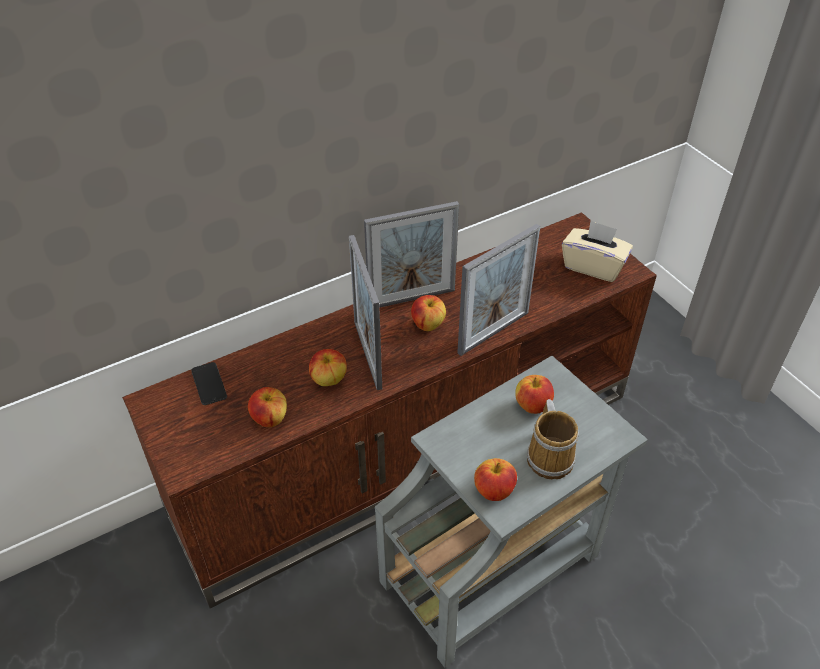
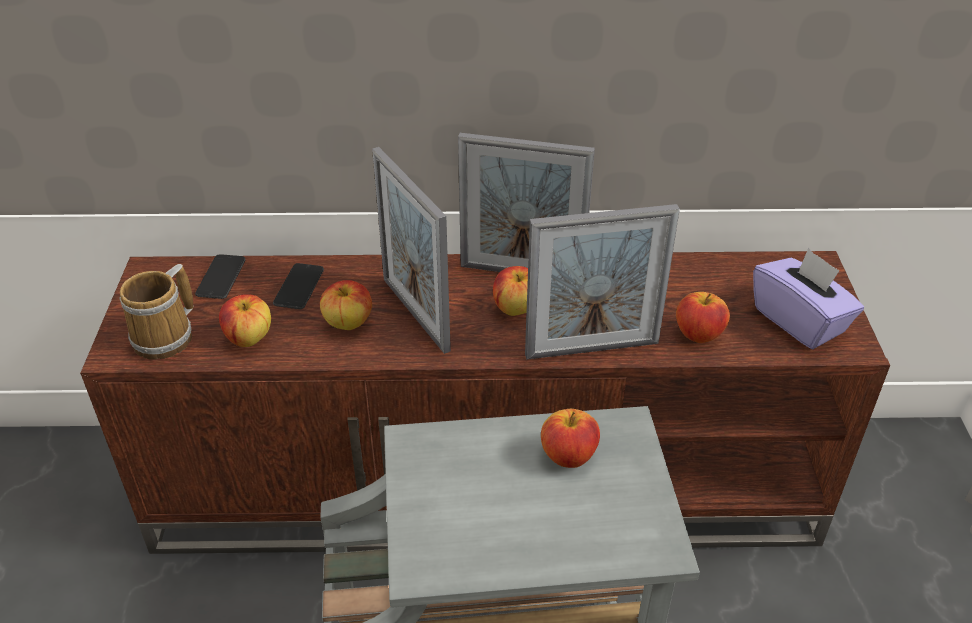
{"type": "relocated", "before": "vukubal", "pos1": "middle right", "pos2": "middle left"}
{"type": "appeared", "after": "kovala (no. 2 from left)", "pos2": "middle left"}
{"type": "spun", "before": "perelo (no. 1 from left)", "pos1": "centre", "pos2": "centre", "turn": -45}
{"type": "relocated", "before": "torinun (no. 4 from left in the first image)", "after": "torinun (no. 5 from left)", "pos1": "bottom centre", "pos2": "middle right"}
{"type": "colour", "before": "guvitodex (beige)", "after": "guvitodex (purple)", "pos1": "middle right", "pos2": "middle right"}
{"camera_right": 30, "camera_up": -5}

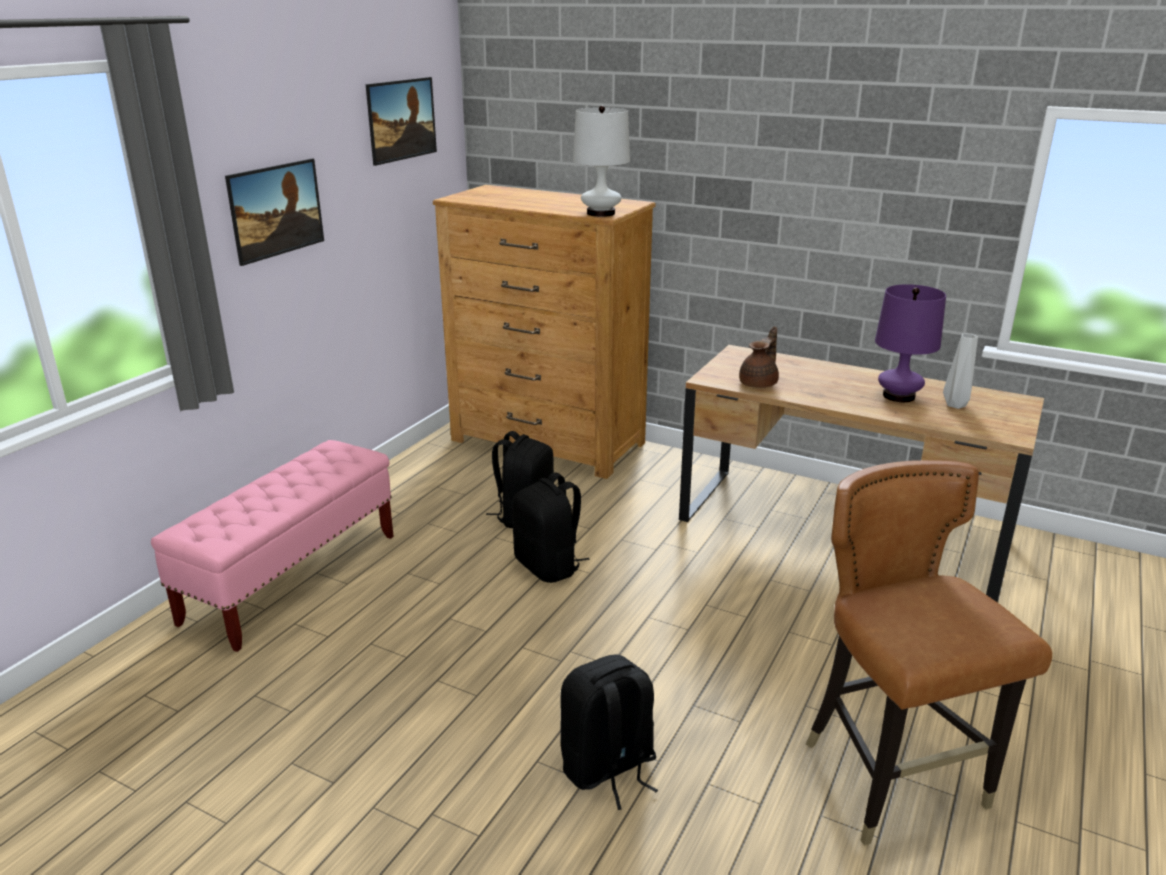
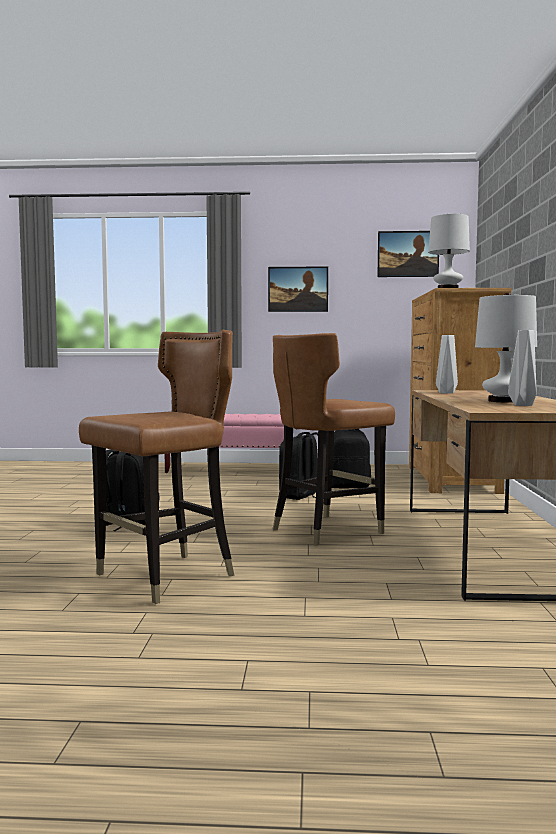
{"type": "appeared", "after": "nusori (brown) (no. 2 from left)", "pos2": "centre"}
{"type": "exchanged", "before": "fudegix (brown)", "after": "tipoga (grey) (no. 1 from left)", "pos1": "centre", "pos2": "middle right"}
{"type": "colour", "before": "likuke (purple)", "after": "likuke (white) (no. 2 from left)", "pos1": "middle right", "pos2": "middle right"}
{"camera_right": 65, "camera_up": -20}

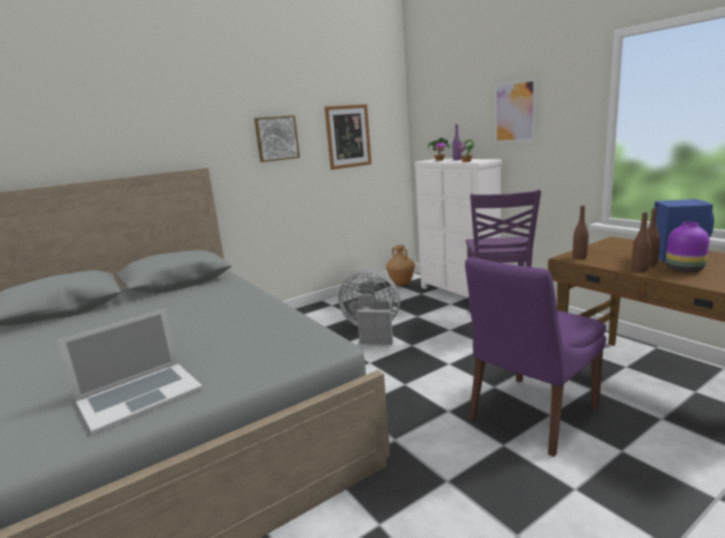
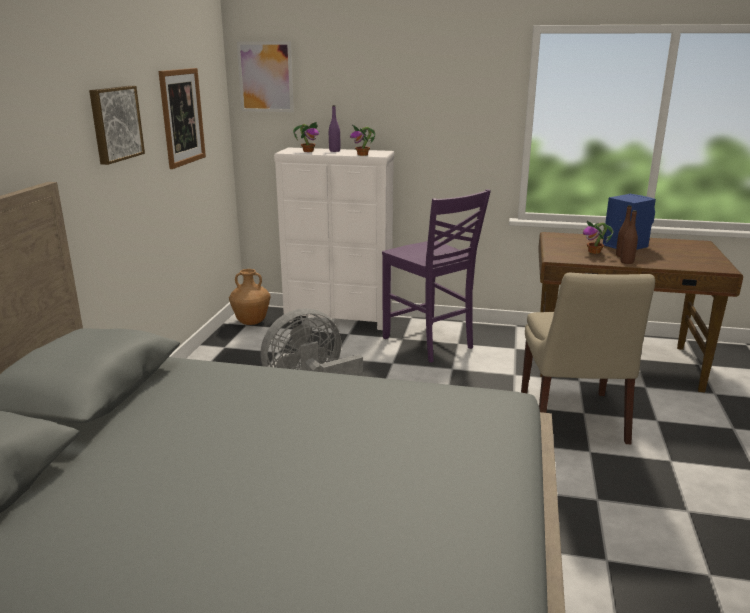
{"type": "relocated", "before": "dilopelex (no. 3 from left)", "pos1": "top right", "pos2": "top centre"}
{"type": "colour", "before": "nusori (purple) (no. 2 from left)", "after": "nusori (beige)", "pos1": "middle right", "pos2": "middle right"}
{"type": "appeared", "after": "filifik (no. 3 from left)", "pos2": "middle right"}
{"type": "missing", "before": "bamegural", "pos1": "bottom left"}
{"type": "missing", "before": "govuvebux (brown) (no. 1 from left)", "pos1": "middle right"}
{"type": "missing", "before": "tipoga (purple)", "pos1": "middle right"}
{"camera_right": -45, "camera_up": 5}

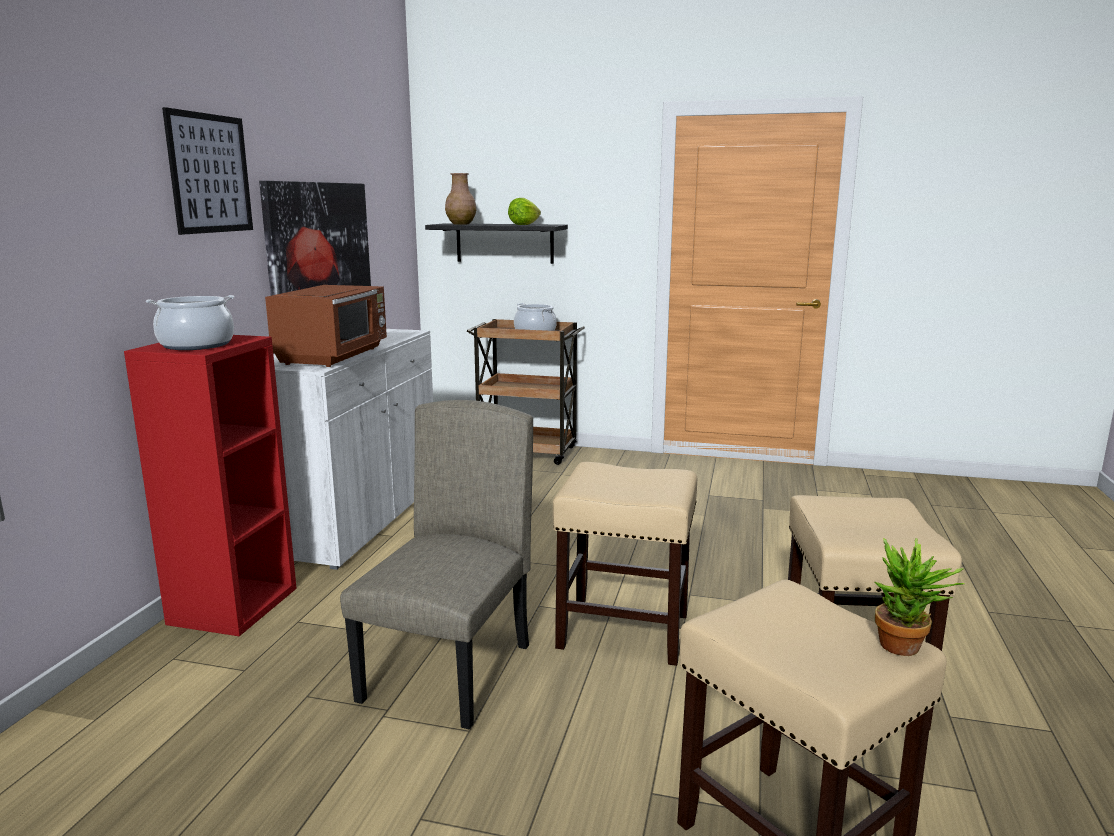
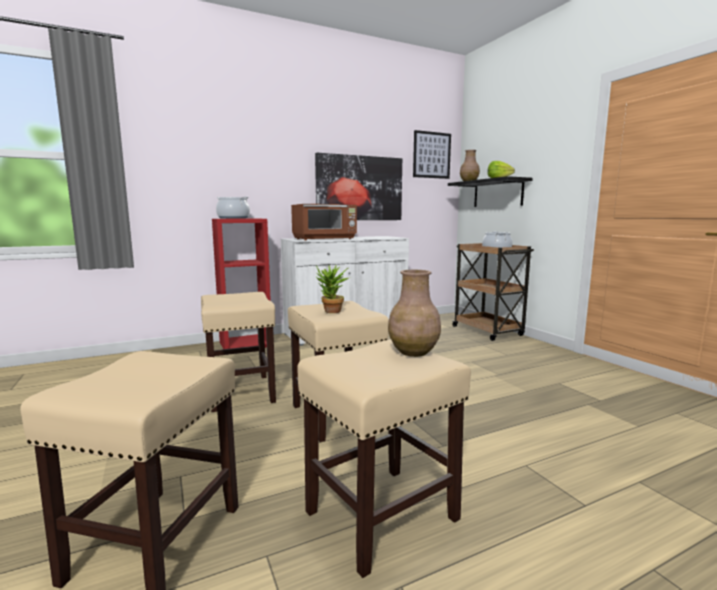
{"type": "exchanged", "before": "nusori (beige)", "after": "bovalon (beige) (no. 2 from left)", "pos1": "bottom centre", "pos2": "middle left"}
{"type": "relocated", "before": "filifik", "pos1": "bottom right", "pos2": "centre"}
{"type": "appeared", "after": "tipoga (brown) (no. 1 from left)", "pos2": "centre"}
{"type": "relocated", "before": "dilopelex (no. 1 from left in the first image)", "after": "dilopelex (no. 2 from left)", "pos1": "top left", "pos2": "top centre"}
{"camera_right": 50, "camera_up": -5}

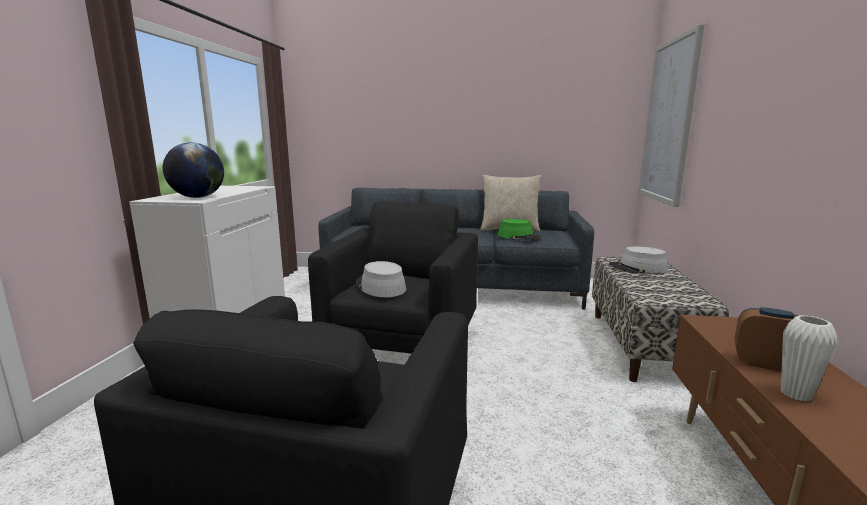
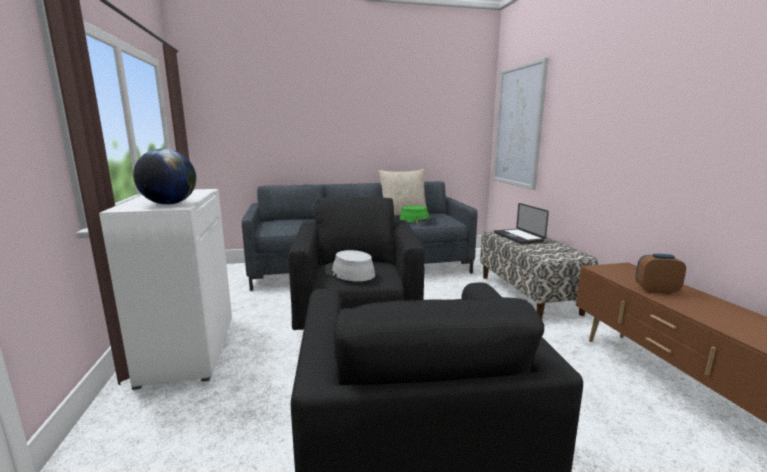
{"type": "exchanged", "before": "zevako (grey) (no. 2 from left)", "after": "bamegural", "pos1": "middle right", "pos2": "middle right"}
{"type": "missing", "before": "tipoga (white)", "pos1": "bottom right"}
{"camera_right": -20, "camera_up": 0}

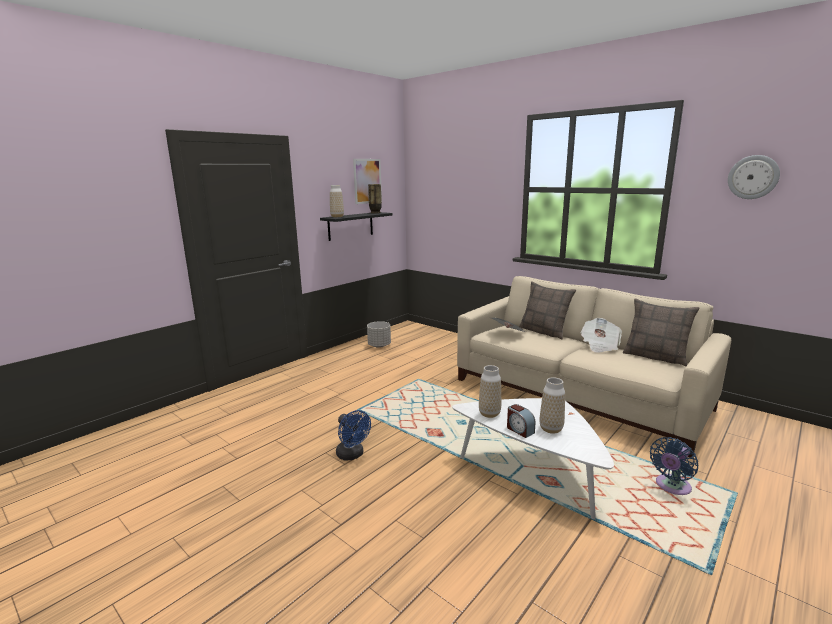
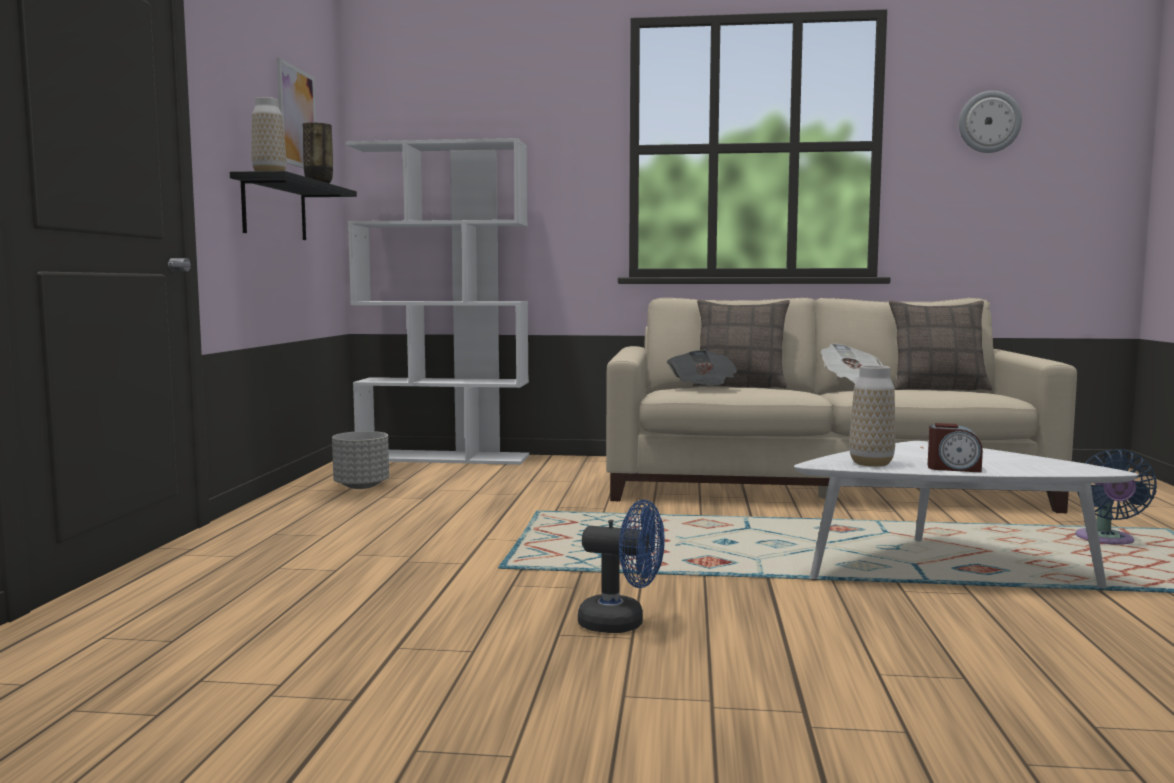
{"type": "appeared", "after": "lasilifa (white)", "pos2": "centre"}
{"type": "missing", "before": "tipoga (no. 4 from left)", "pos1": "centre"}
{"camera_right": -35, "camera_up": -10}

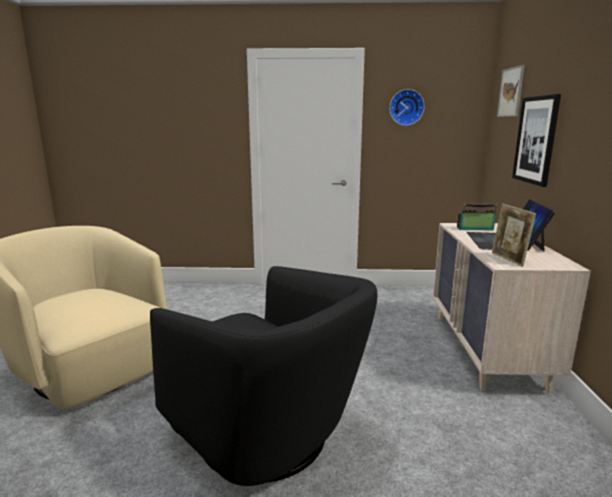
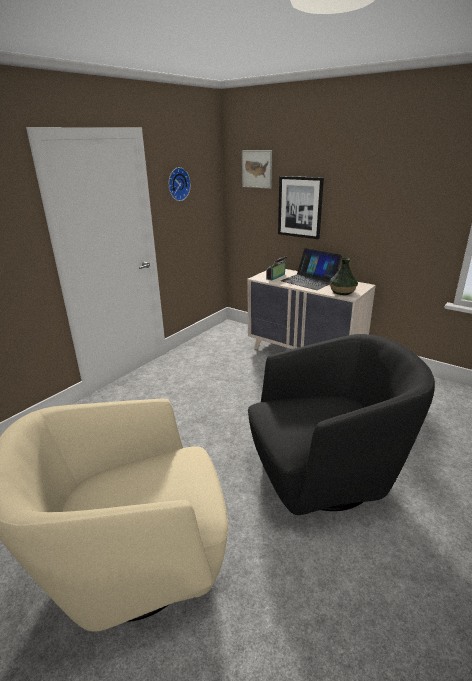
{"type": "exchanged", "before": "perelo", "after": "tipoga", "pos1": "middle right", "pos2": "middle right"}
{"camera_right": -55, "camera_up": 10}

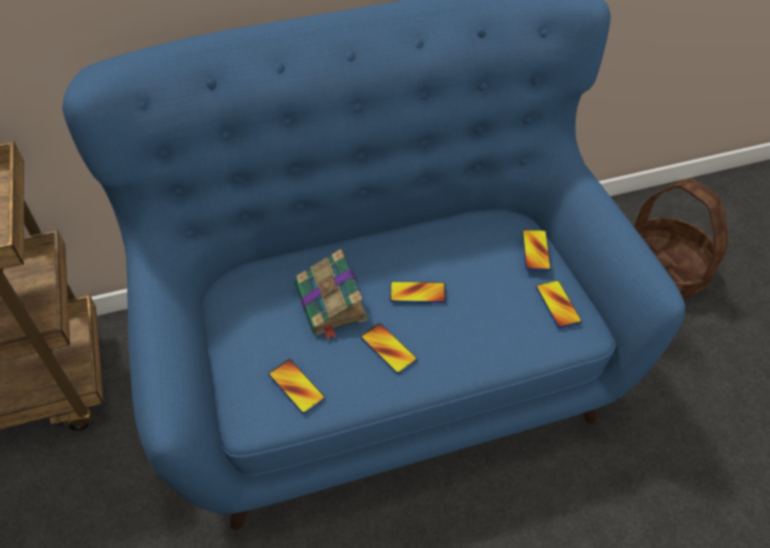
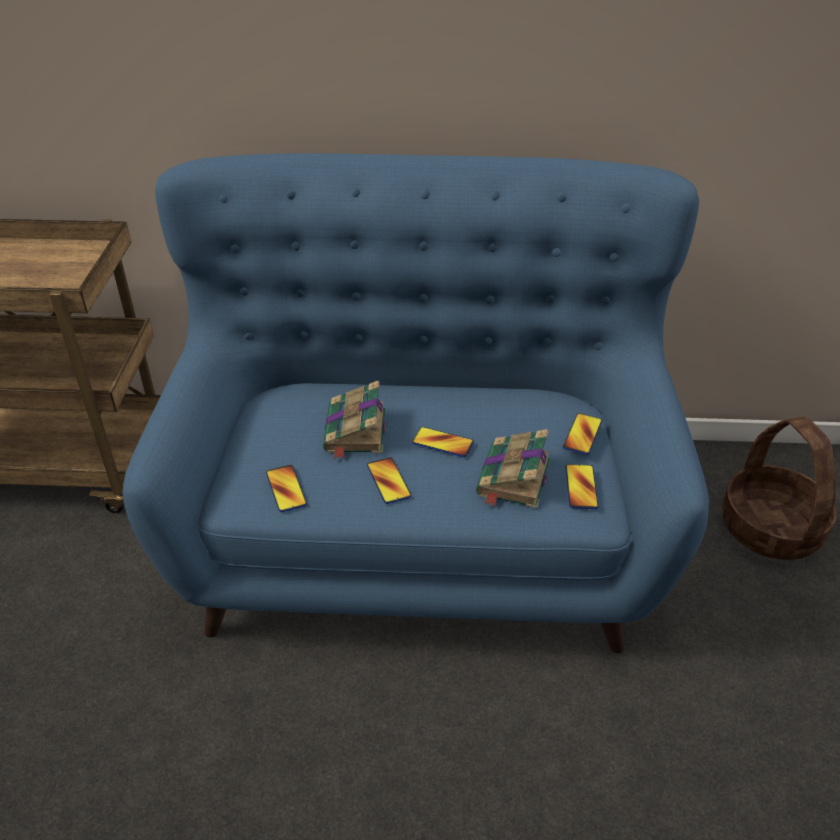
{"type": "appeared", "after": "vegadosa (no. 2 from left)", "pos2": "centre"}
{"camera_right": 20, "camera_up": -10}

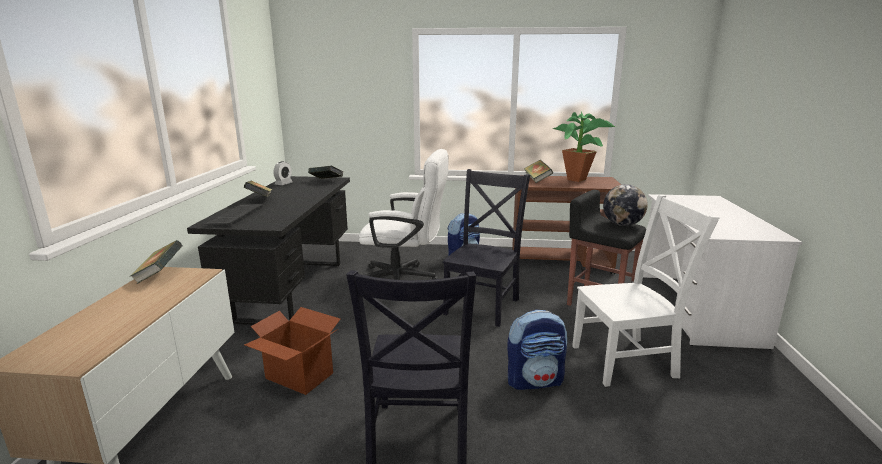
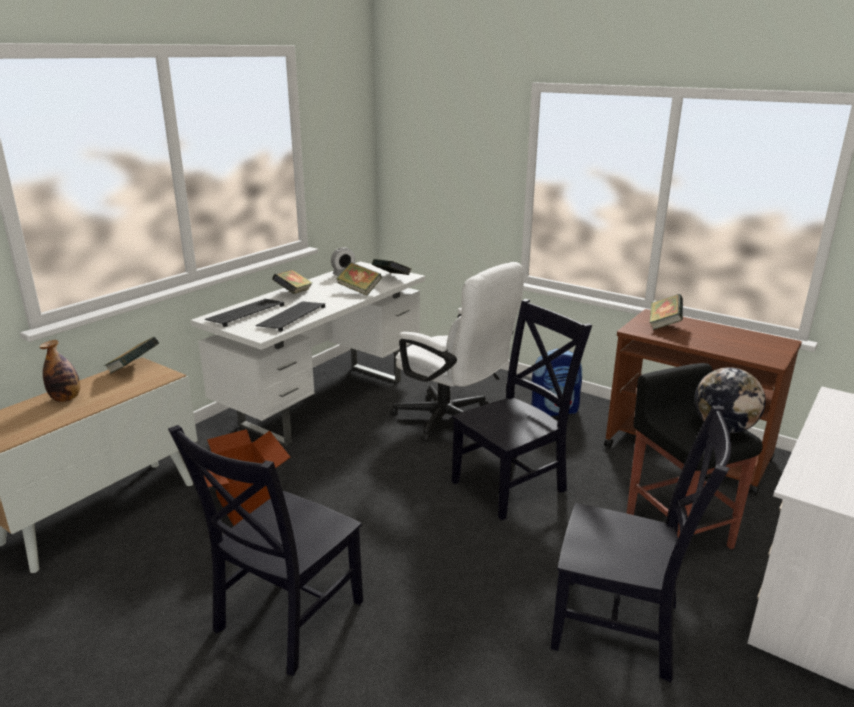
{"type": "appeared", "after": "govuvebux", "pos2": "middle left"}
{"type": "colour", "before": "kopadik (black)", "after": "kopadik (white) (no. 1 from left)", "pos1": "middle left", "pos2": "centre"}
{"type": "appeared", "after": "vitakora (no. 2 from left)", "pos2": "centre"}
{"type": "appeared", "after": "vegadosa (no. 3 from left)", "pos2": "centre"}
{"type": "colour", "before": "nusori (white)", "after": "nusori (black) (no. 3 from left)", "pos1": "middle right", "pos2": "bottom right"}
{"type": "missing", "before": "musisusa (no. 2 from left)", "pos1": "bottom centre"}
{"type": "missing", "before": "filifik", "pos1": "top centre"}
{"camera_right": 30, "camera_up": 5}

